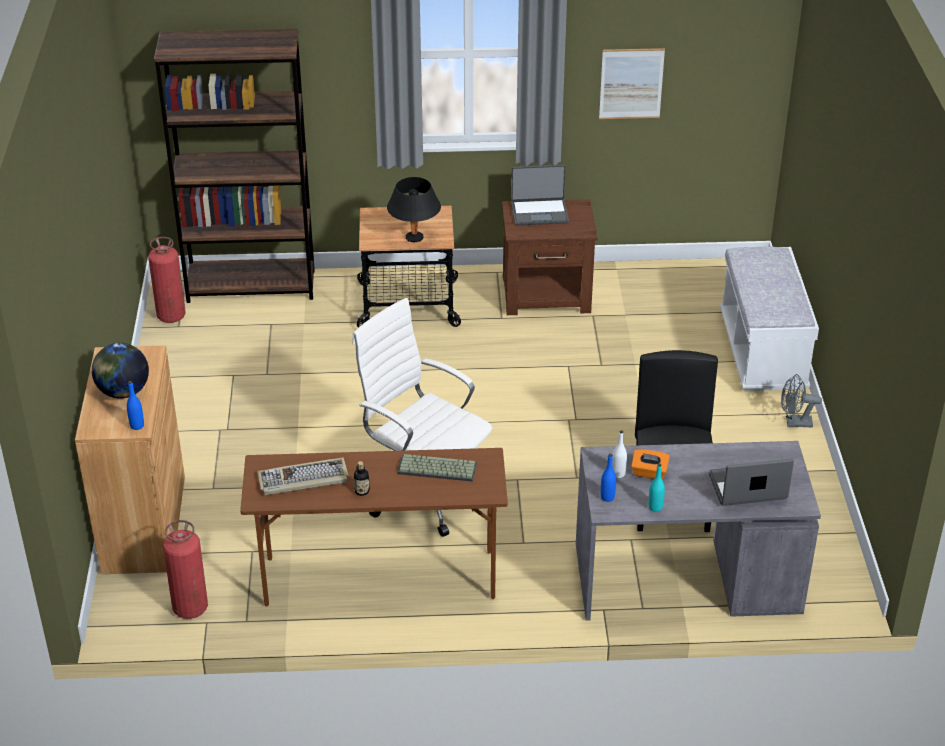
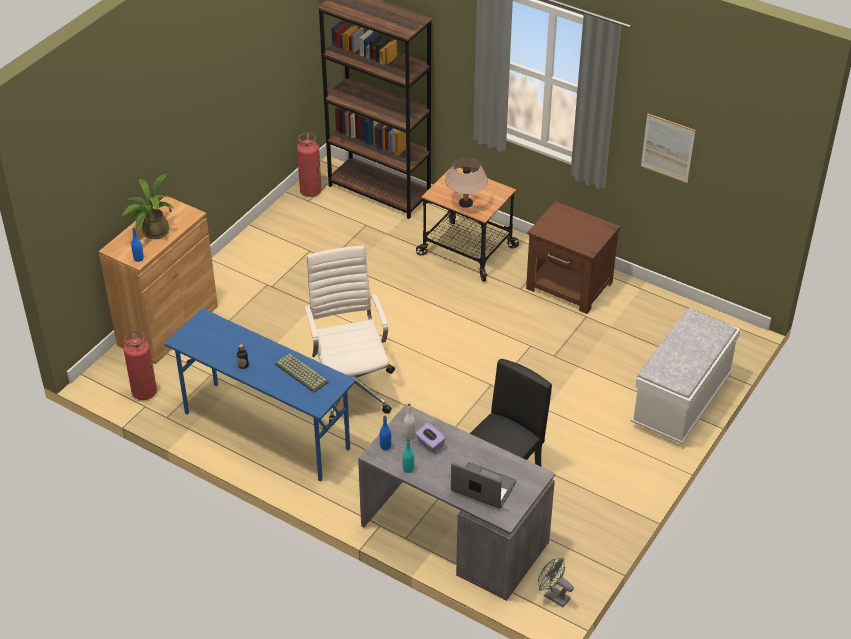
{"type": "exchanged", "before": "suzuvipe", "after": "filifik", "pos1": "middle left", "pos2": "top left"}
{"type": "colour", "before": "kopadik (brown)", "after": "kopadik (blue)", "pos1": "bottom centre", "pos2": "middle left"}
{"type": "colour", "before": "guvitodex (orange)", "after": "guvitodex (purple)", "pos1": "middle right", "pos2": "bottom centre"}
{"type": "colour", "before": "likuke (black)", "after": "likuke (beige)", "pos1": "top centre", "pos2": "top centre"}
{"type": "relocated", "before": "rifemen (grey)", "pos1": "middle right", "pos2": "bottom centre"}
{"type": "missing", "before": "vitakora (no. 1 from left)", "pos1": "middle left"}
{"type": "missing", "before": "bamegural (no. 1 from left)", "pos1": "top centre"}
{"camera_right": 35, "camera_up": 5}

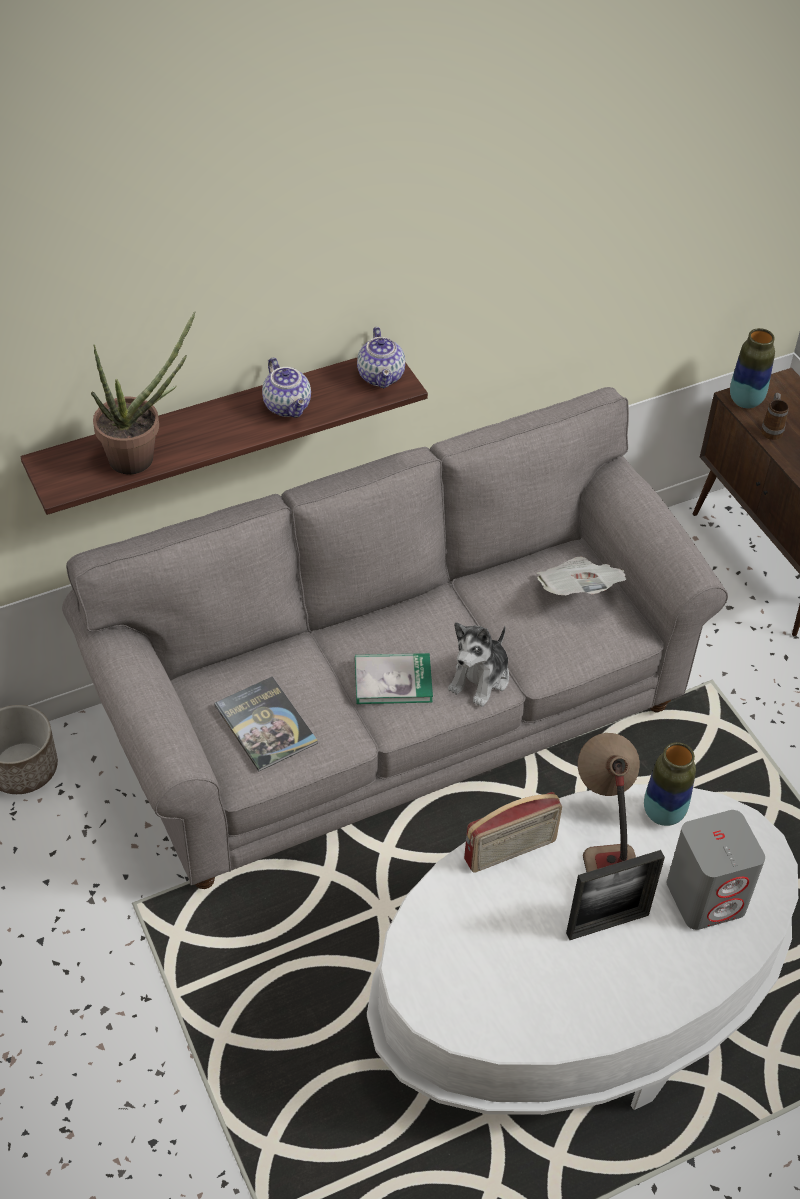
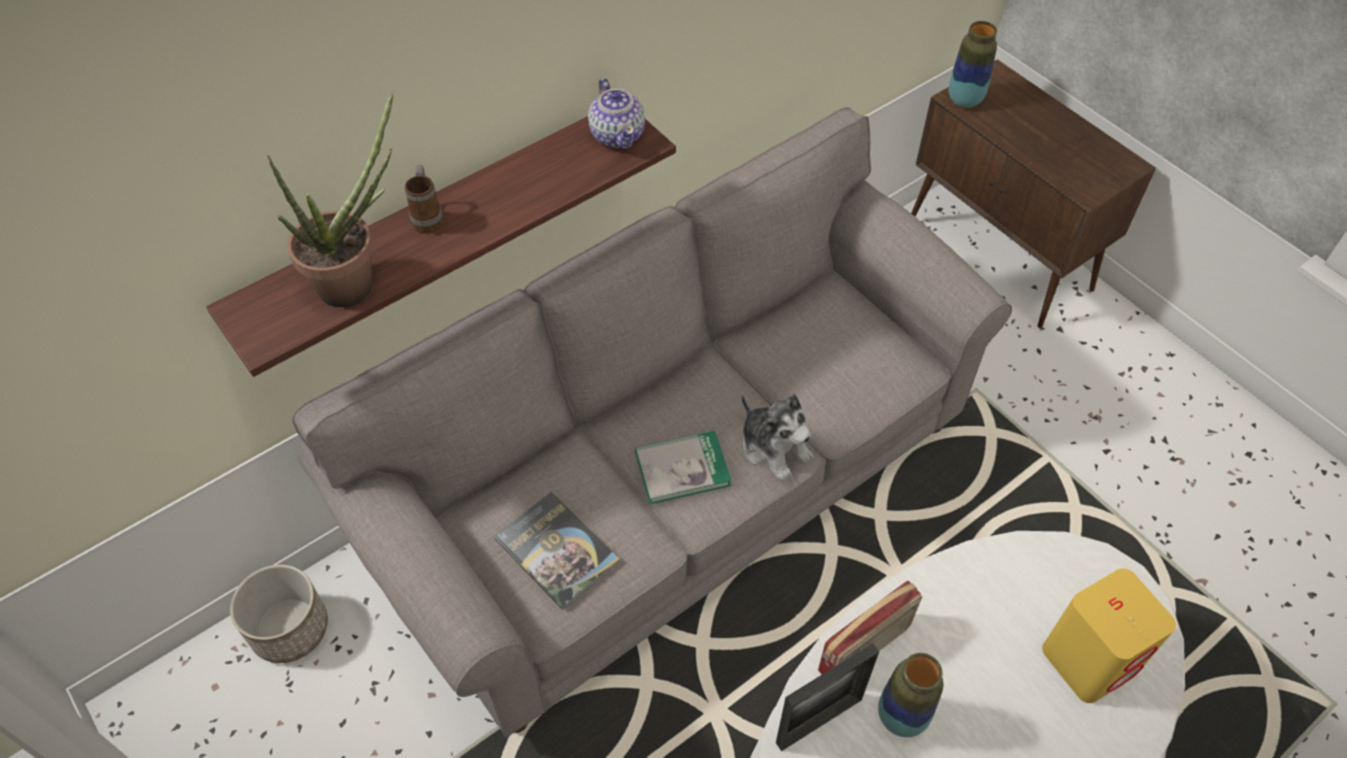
{"type": "relocated", "before": "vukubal", "pos1": "middle right", "pos2": "top left"}
{"type": "spun", "before": "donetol", "pos1": "centre", "pos2": "centre", "turn": -60}
{"type": "relocated", "before": "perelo", "pos1": "bottom right", "pos2": "bottom centre"}
{"type": "relocated", "before": "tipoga (no. 1 from left)", "pos1": "middle right", "pos2": "bottom right"}
{"type": "colour", "before": "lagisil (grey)", "after": "lagisil (yellow)", "pos1": "bottom right", "pos2": "bottom right"}
{"type": "missing", "before": "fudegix (no. 1 from left)", "pos1": "top centre"}
{"type": "missing", "before": "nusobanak", "pos1": "middle right"}
{"type": "missing", "before": "likuke", "pos1": "bottom right"}
{"camera_right": -10, "camera_up": 5}

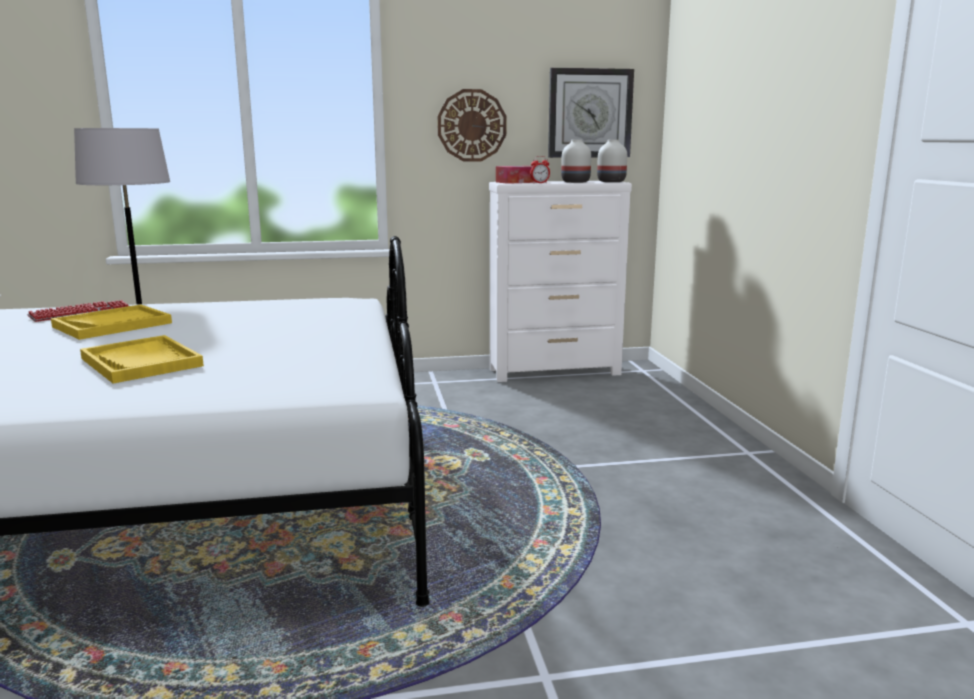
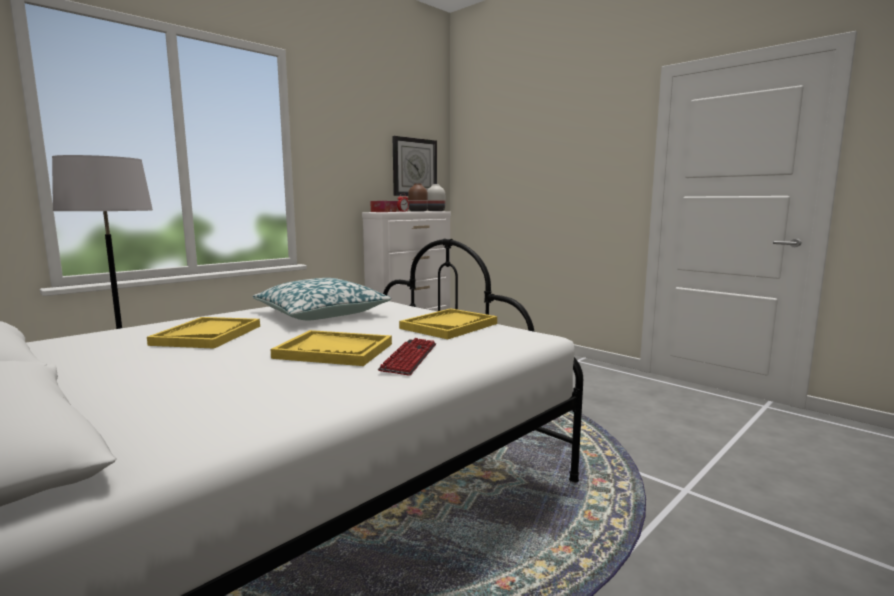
{"type": "appeared", "after": "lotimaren", "pos2": "centre"}
{"type": "relocated", "before": "vitakora", "pos1": "middle left", "pos2": "centre"}
{"type": "appeared", "after": "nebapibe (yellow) (no. 3 from left)", "pos2": "centre"}
{"type": "colour", "before": "tipoga (white) (no. 1 from left)", "after": "tipoga (brown)", "pos1": "top centre", "pos2": "top centre"}
{"type": "missing", "before": "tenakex (no. 1 from left)", "pos1": "top centre"}
{"camera_right": -35, "camera_up": -5}

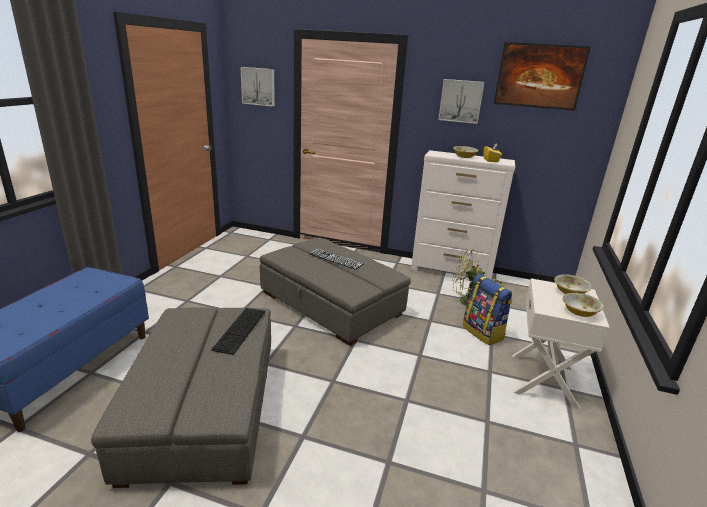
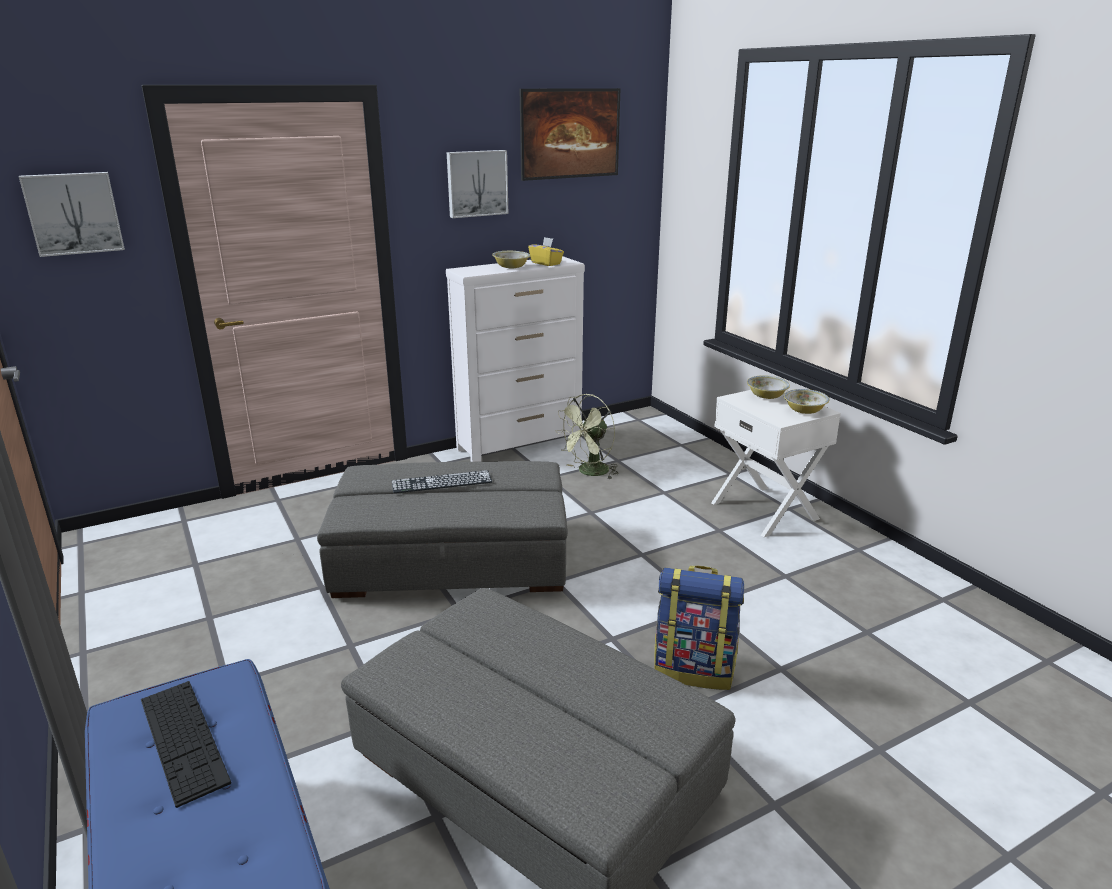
{"type": "relocated", "before": "vitakora (no. 1 from left)", "pos1": "centre", "pos2": "bottom left"}
{"type": "relocated", "before": "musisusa", "pos1": "middle right", "pos2": "bottom centre"}
{"camera_right": -45, "camera_up": 0}

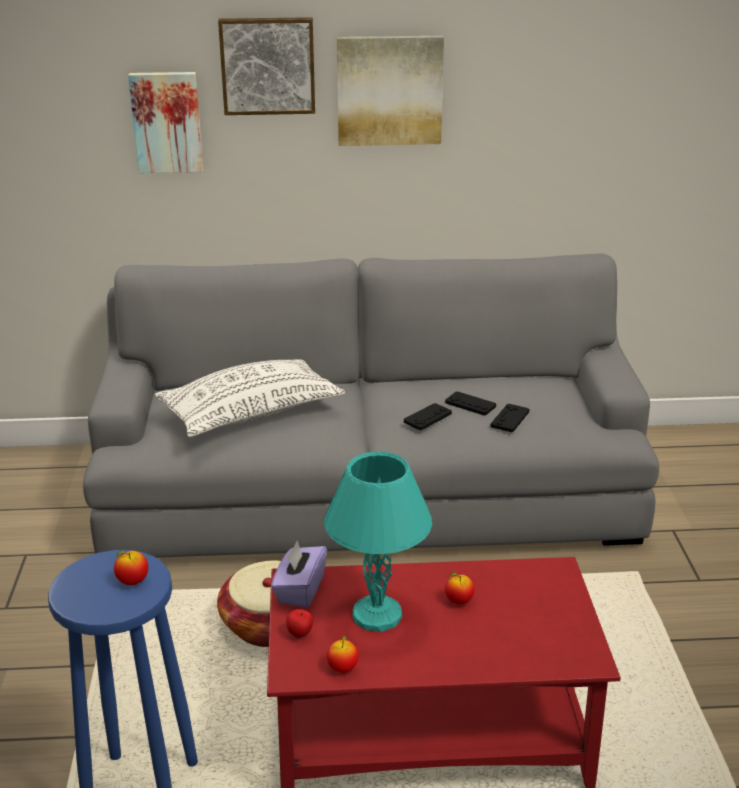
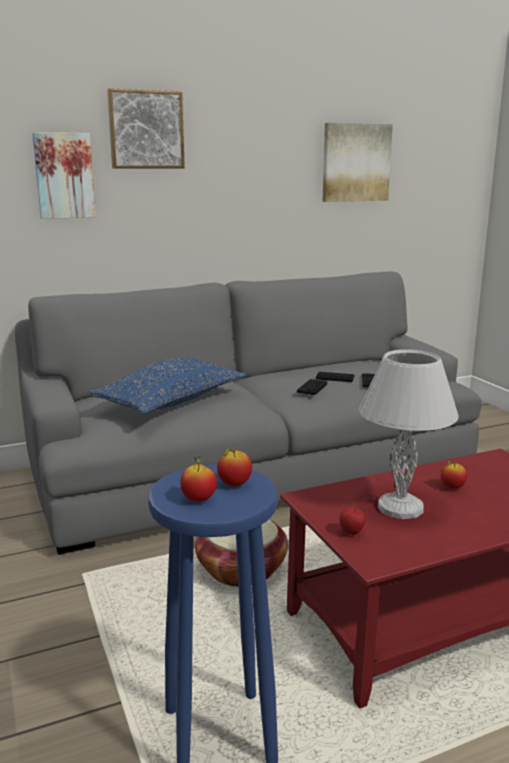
{"type": "colour", "before": "lotimaren (white)", "after": "lotimaren (blue)", "pos1": "centre", "pos2": "middle left"}
{"type": "relocated", "before": "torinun (no. 3 from left in the first image)", "after": "torinun (no. 1 from left)", "pos1": "bottom centre", "pos2": "centre"}
{"type": "relocated", "before": "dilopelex (no. 3 from left)", "pos1": "top centre", "pos2": "top right"}
{"type": "colour", "before": "likuke (turquoise)", "after": "likuke (white)", "pos1": "bottom centre", "pos2": "middle right"}
{"type": "missing", "before": "guvitodex (purple)", "pos1": "bottom centre"}
{"camera_right": -20, "camera_up": -10}

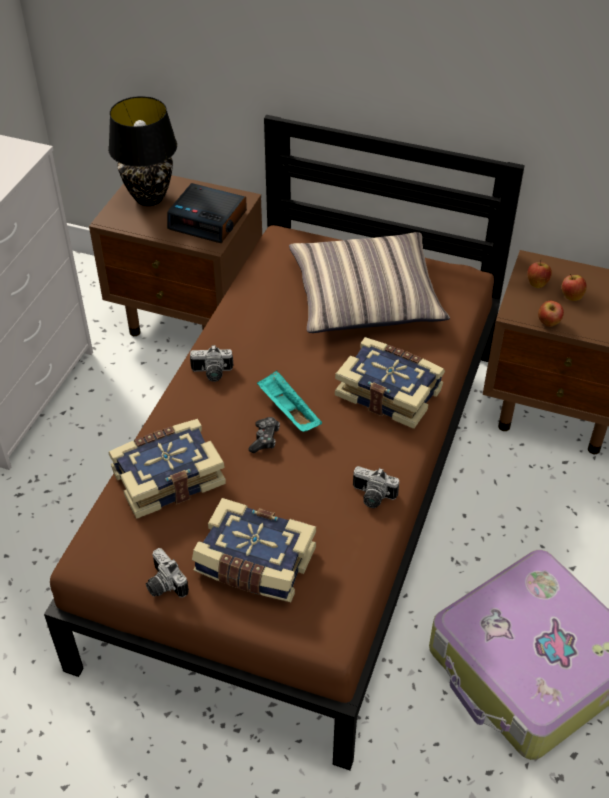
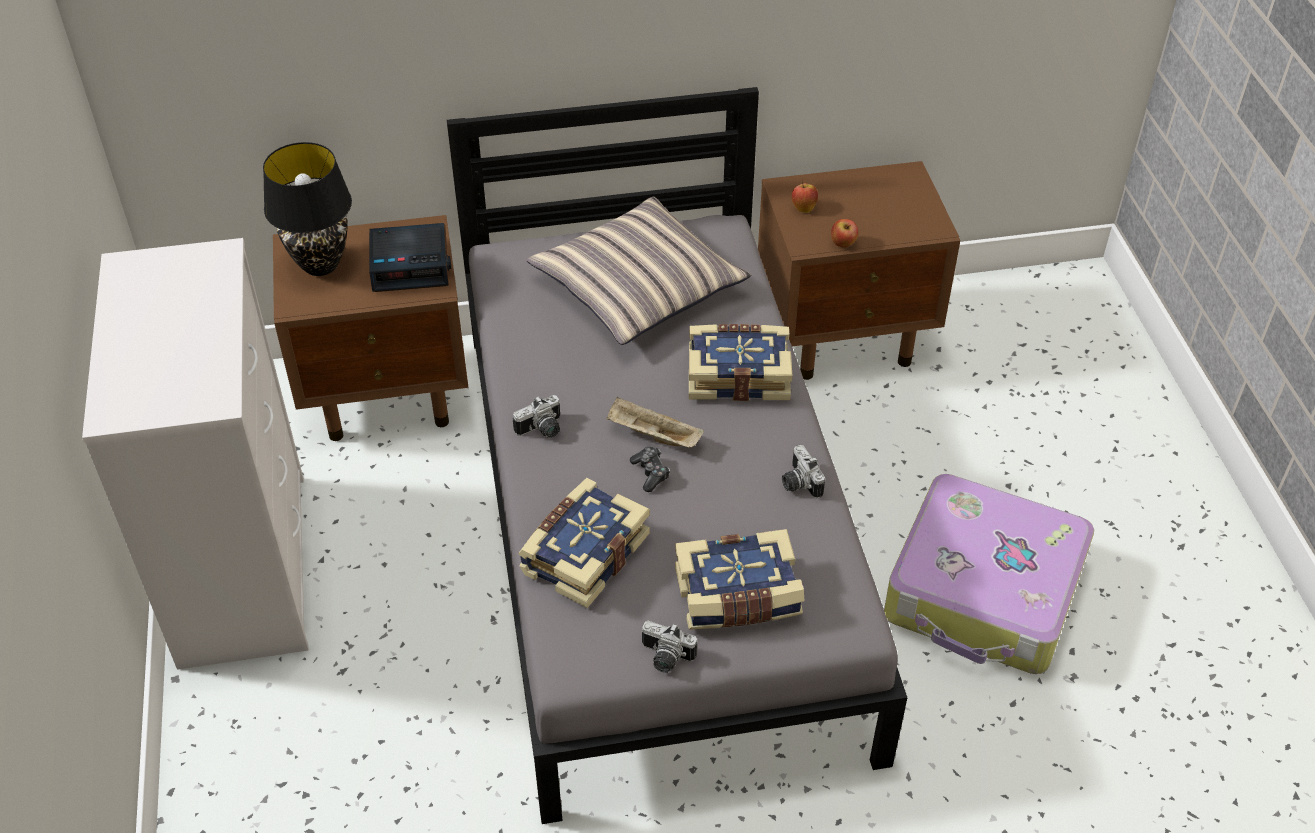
{"type": "colour", "before": "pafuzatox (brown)", "after": "pafuzatox (grey)", "pos1": "centre", "pos2": "centre"}
{"type": "colour", "before": "nebapibe (turquoise)", "after": "nebapibe (beige)", "pos1": "centre", "pos2": "centre"}
{"type": "spun", "before": "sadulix (no. 3 from left)", "pos1": "centre", "pos2": "centre", "turn": 75}
{"type": "missing", "before": "torinun (no. 3 from left)", "pos1": "middle right"}
{"camera_right": -30, "camera_up": 0}

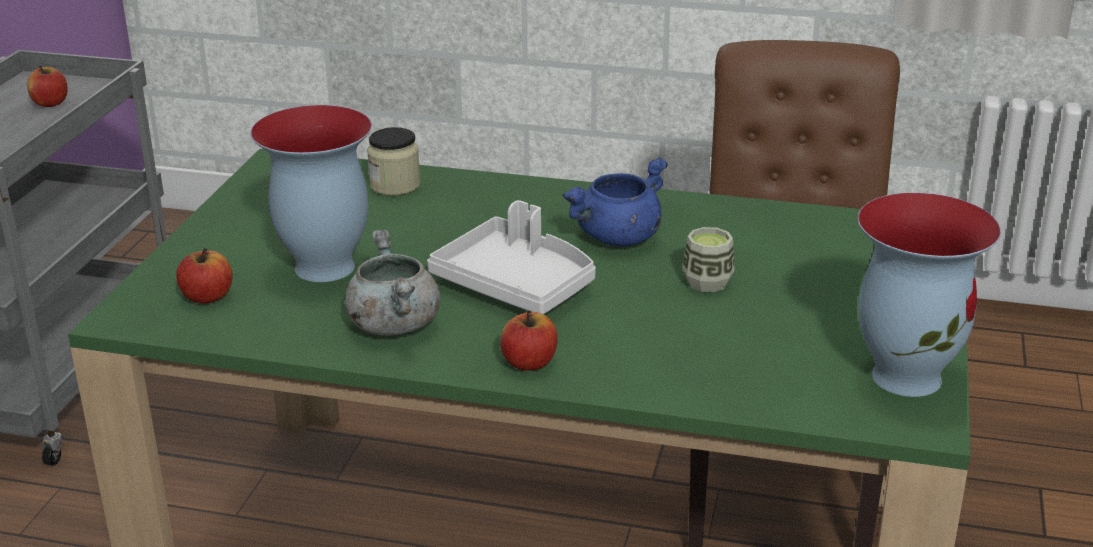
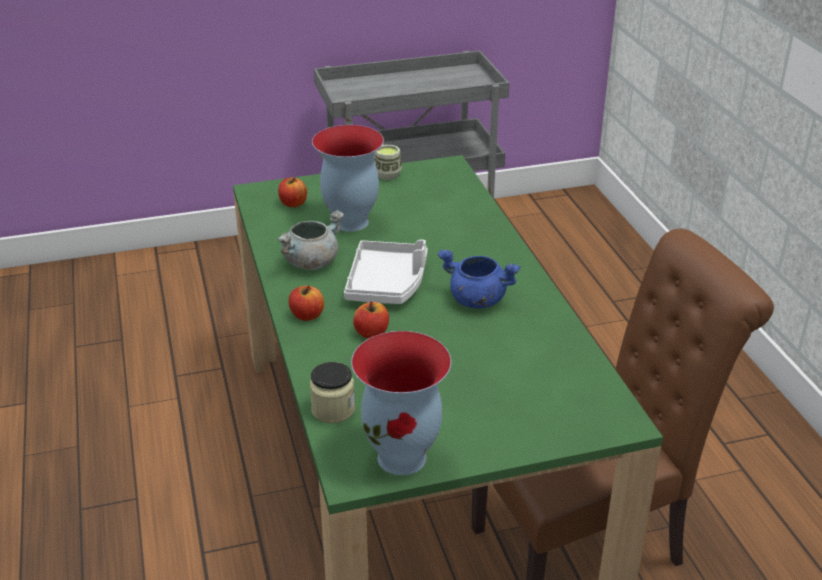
{"type": "relocated", "before": "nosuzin", "pos1": "top centre", "pos2": "bottom centre"}
{"type": "relocated", "before": "torinun (no. 1 from left in the first image)", "after": "torinun (no. 3 from left)", "pos1": "top left", "pos2": "centre"}
{"type": "relocated", "before": "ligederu", "pos1": "centre", "pos2": "top centre"}
{"camera_right": 60, "camera_up": 5}

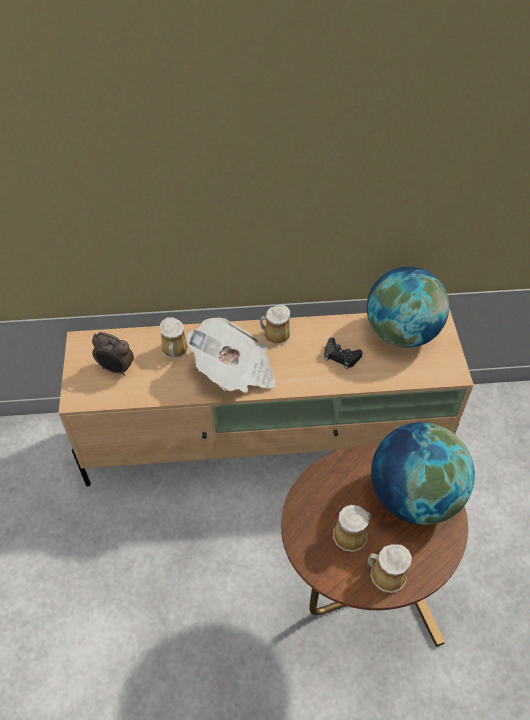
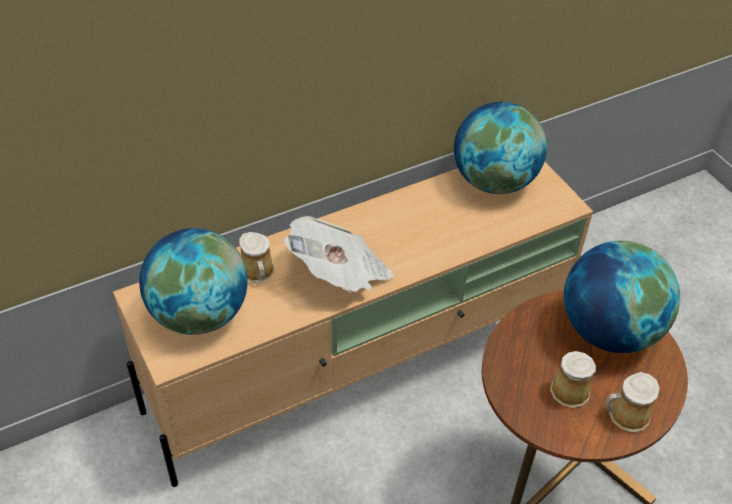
{"type": "exchanged", "before": "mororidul", "after": "suzuvipe (no. 1 from left)", "pos1": "middle left", "pos2": "middle left"}
{"type": "missing", "before": "vukubal (no. 2 from left)", "pos1": "centre"}
{"type": "missing", "before": "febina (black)", "pos1": "centre"}
{"camera_right": -25, "camera_up": -5}

